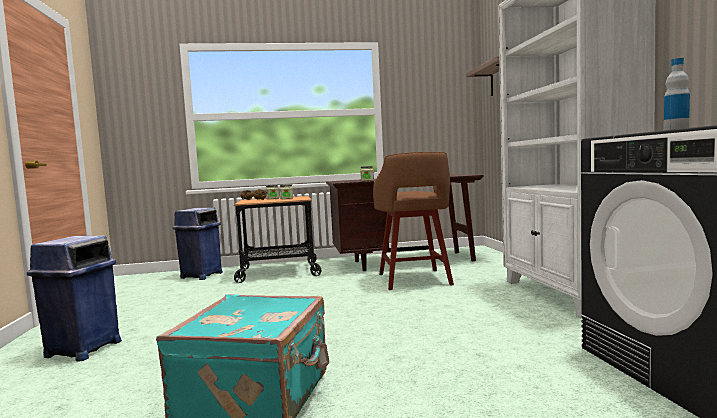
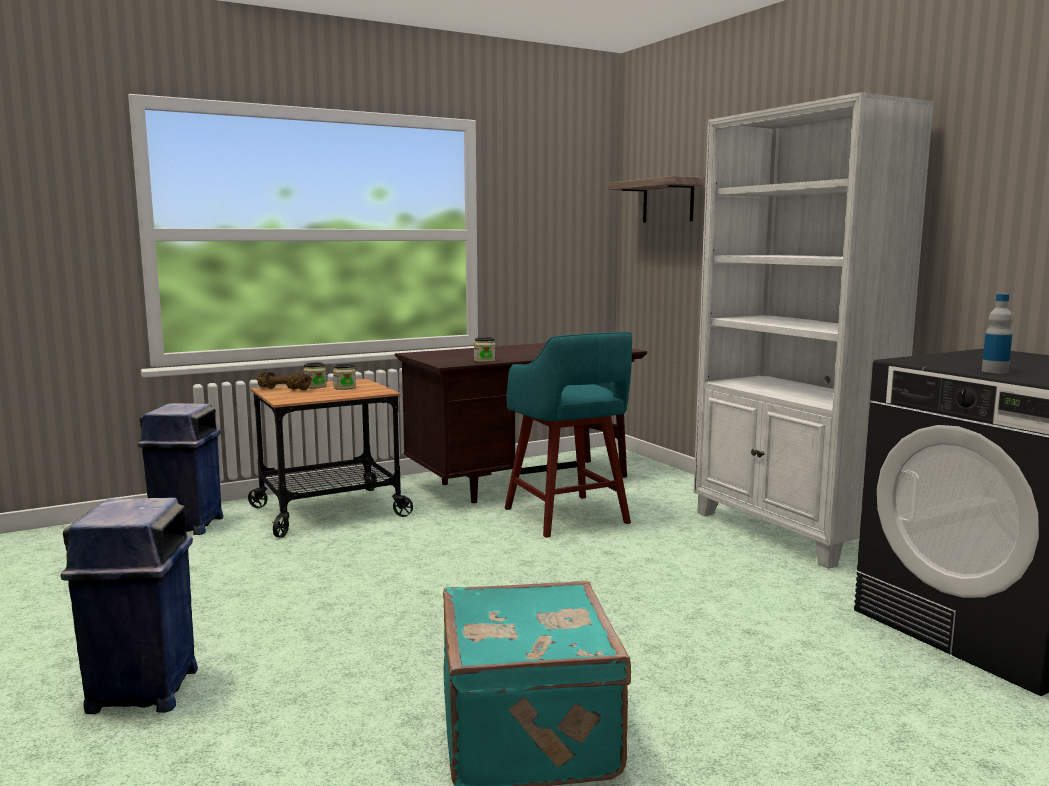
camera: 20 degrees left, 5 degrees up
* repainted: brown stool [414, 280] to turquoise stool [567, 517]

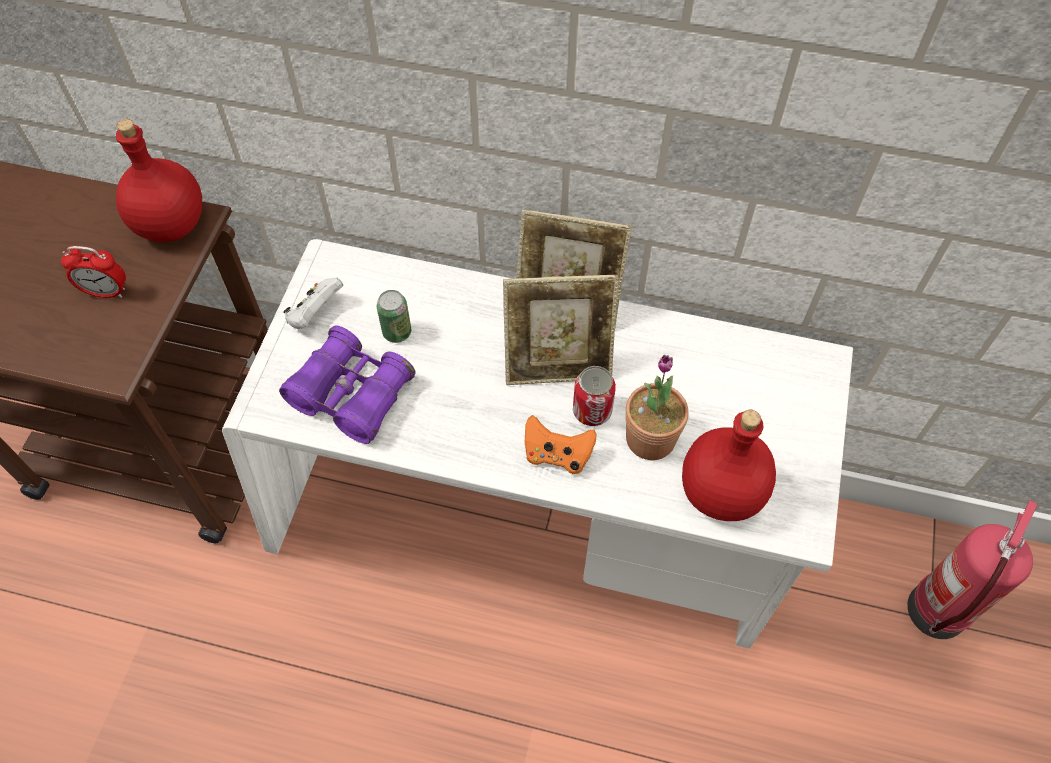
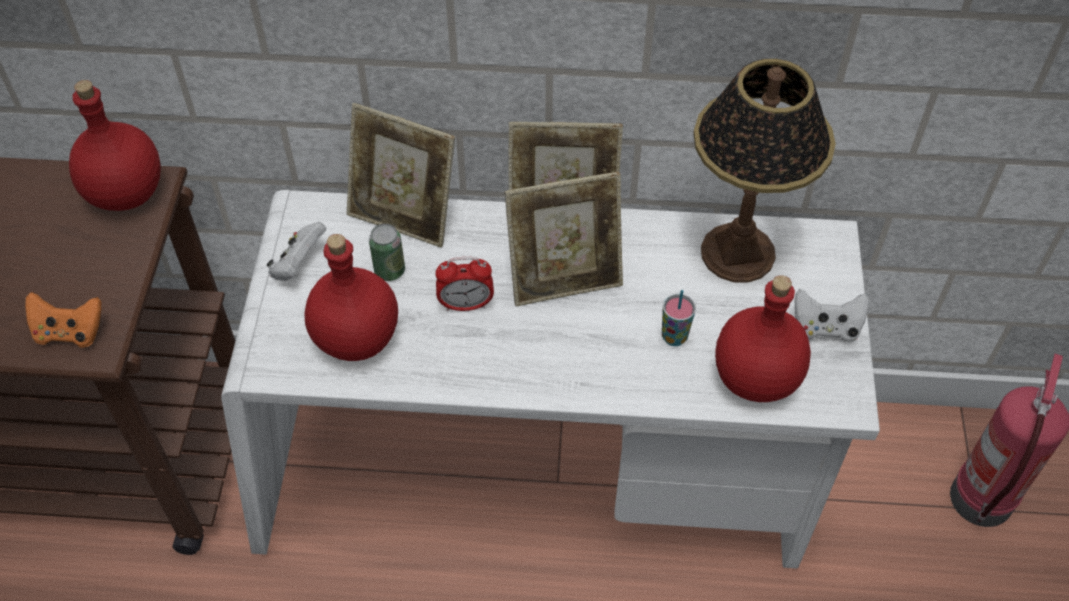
camera: 10 degrees left, 5 degrees down
* gone: can [592, 410]
* new: picture frame [404, 217]
* new: table lamp [738, 252]
* new: white game controller [826, 328]
* shifted: alarm clock [106, 292] to [466, 305]
* shifted: orange game controller [557, 455] to [70, 332]
* swapped: purple binoculars [351, 395] to red bottle [355, 339]
* swapped: potted plant [650, 439] to cup [674, 337]

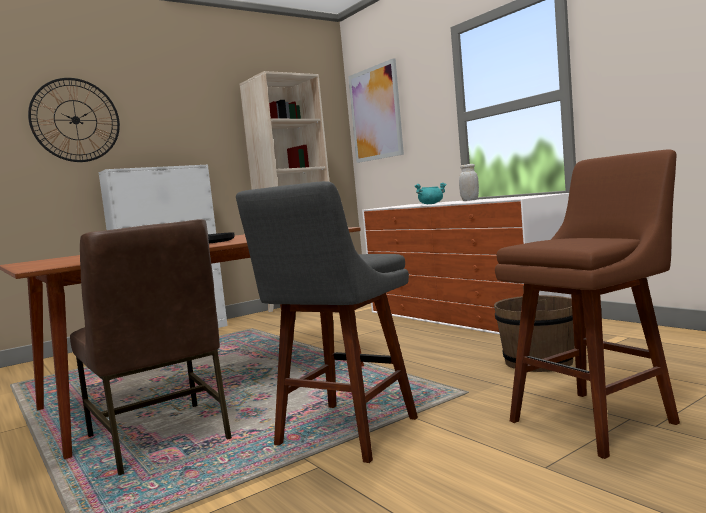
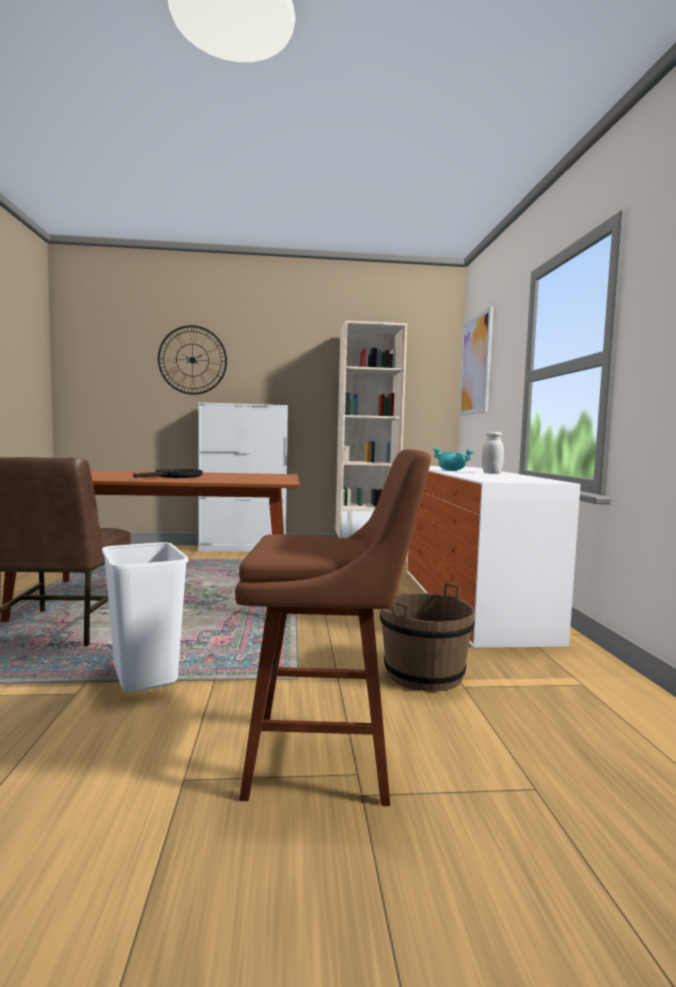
camera: 30 degrees right, 0 degrees up
* swapped: grey stool [343, 434] to white trash can [143, 675]

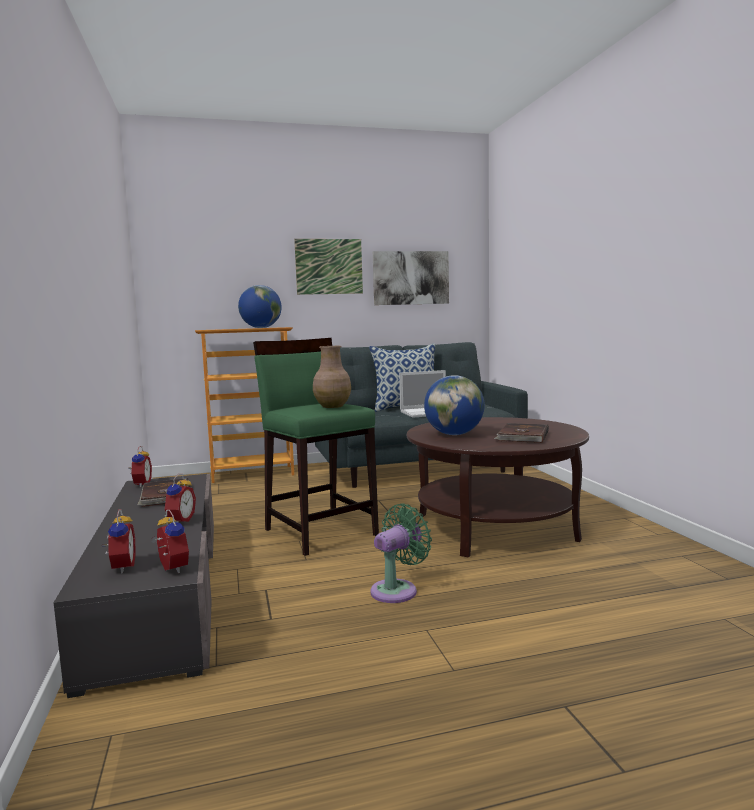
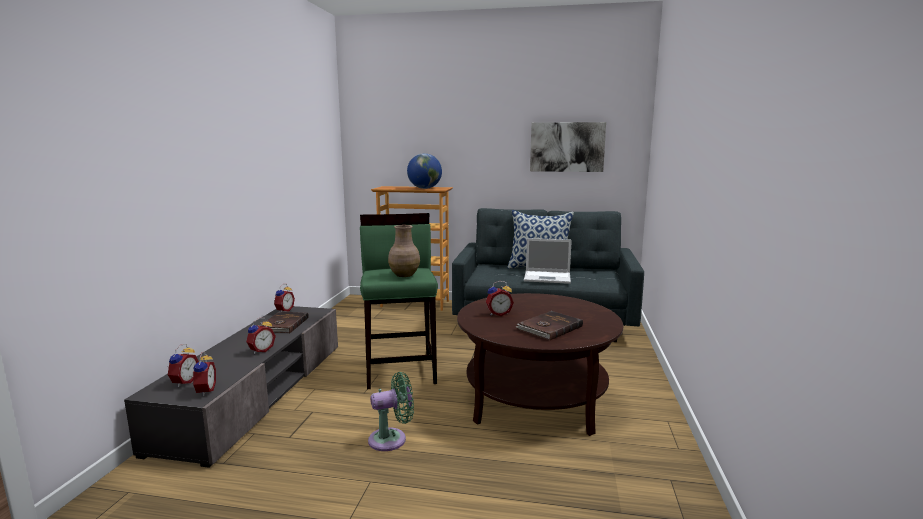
camera: 25 degrees right, 5 degrees up
* gone: picture [329, 266]
* swapped: globe [454, 434] to alarm clock [498, 314]

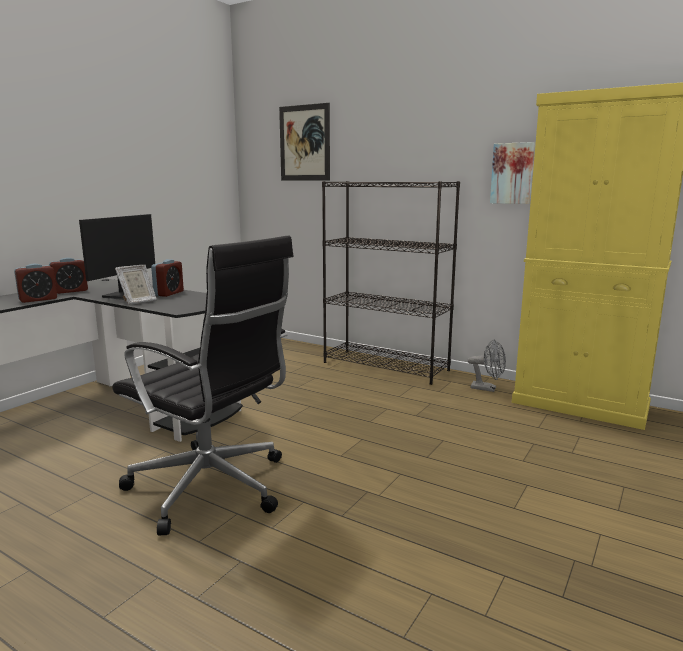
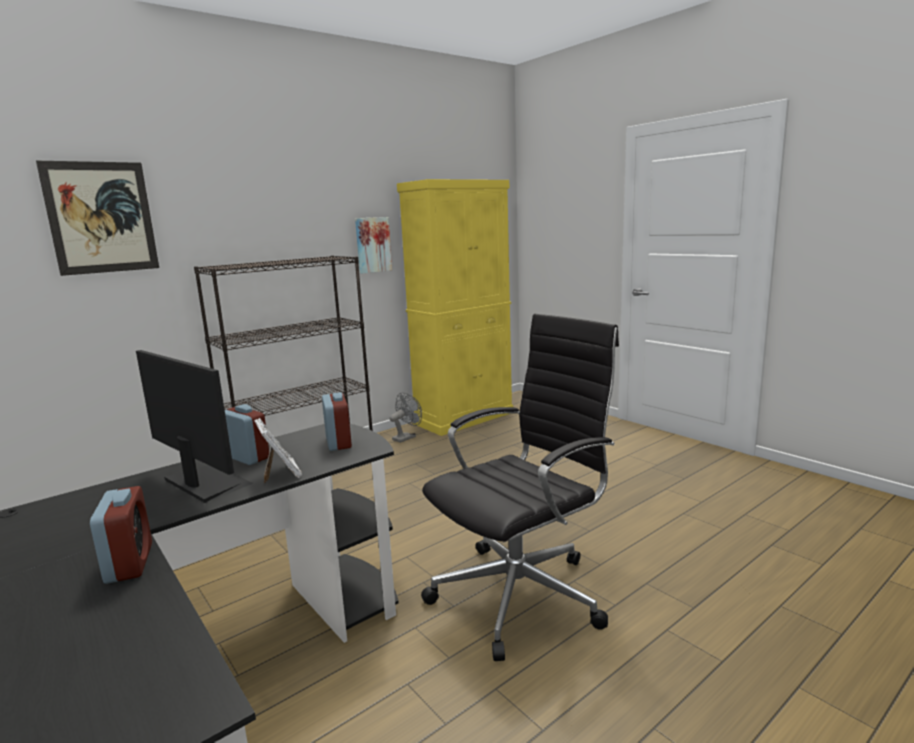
camera: 70 degrees left, 0 degrees up
* shifted: alarm clock [70, 291] to [338, 442]

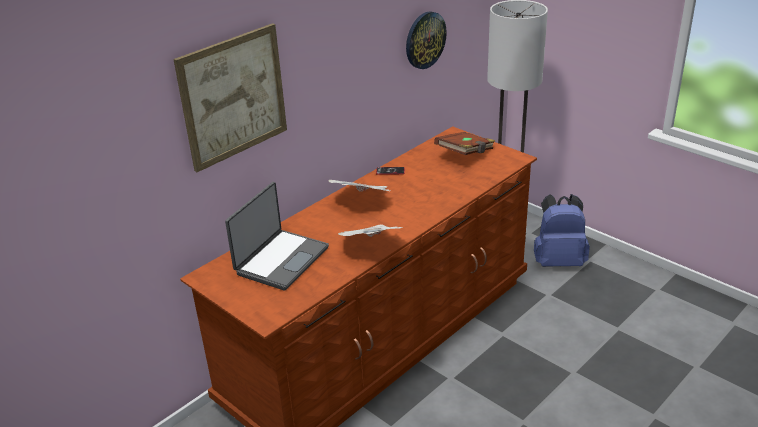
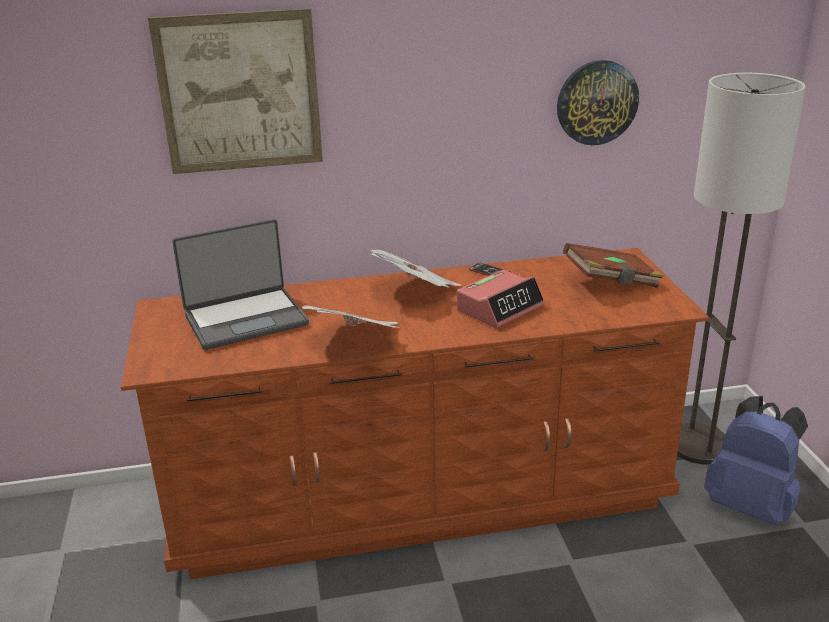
camera: 35 degrees right, 5 degrees down
* new: alarm clock [500, 308]

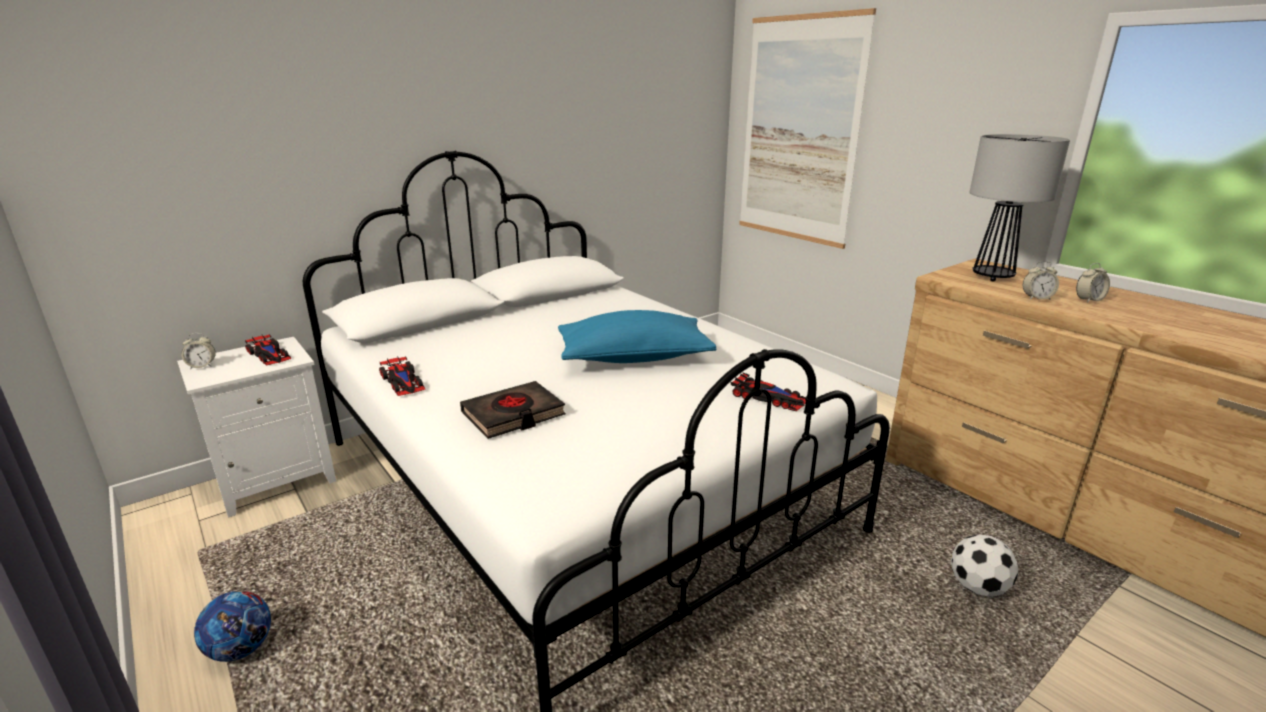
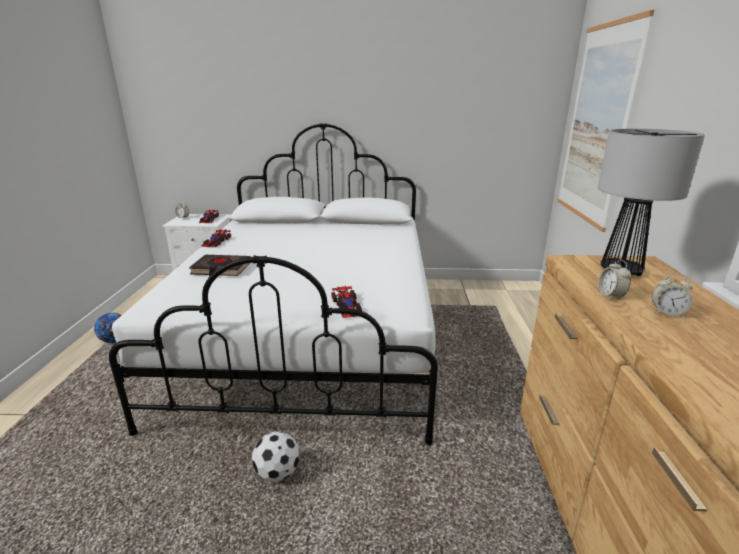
camera: 40 degrees right, 0 degrees up
* gone: blue pillow [634, 358]
* shifted: football [977, 588] to [277, 473]
* rotated: alarm clock [1036, 298] = [610, 296] 45 degrees clockwise

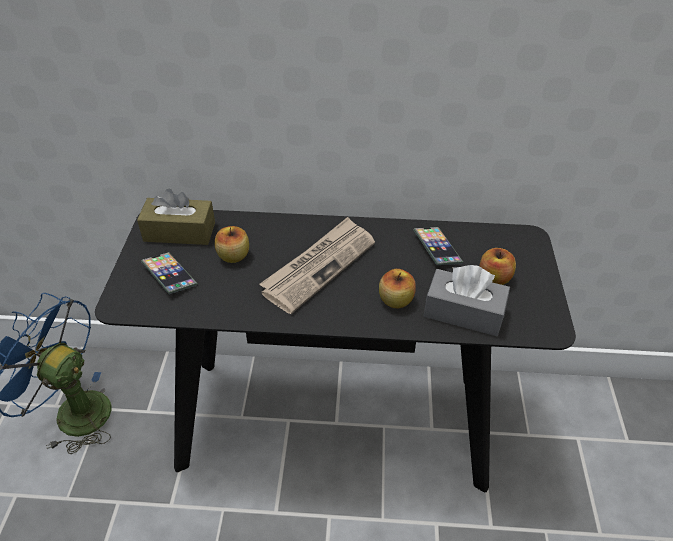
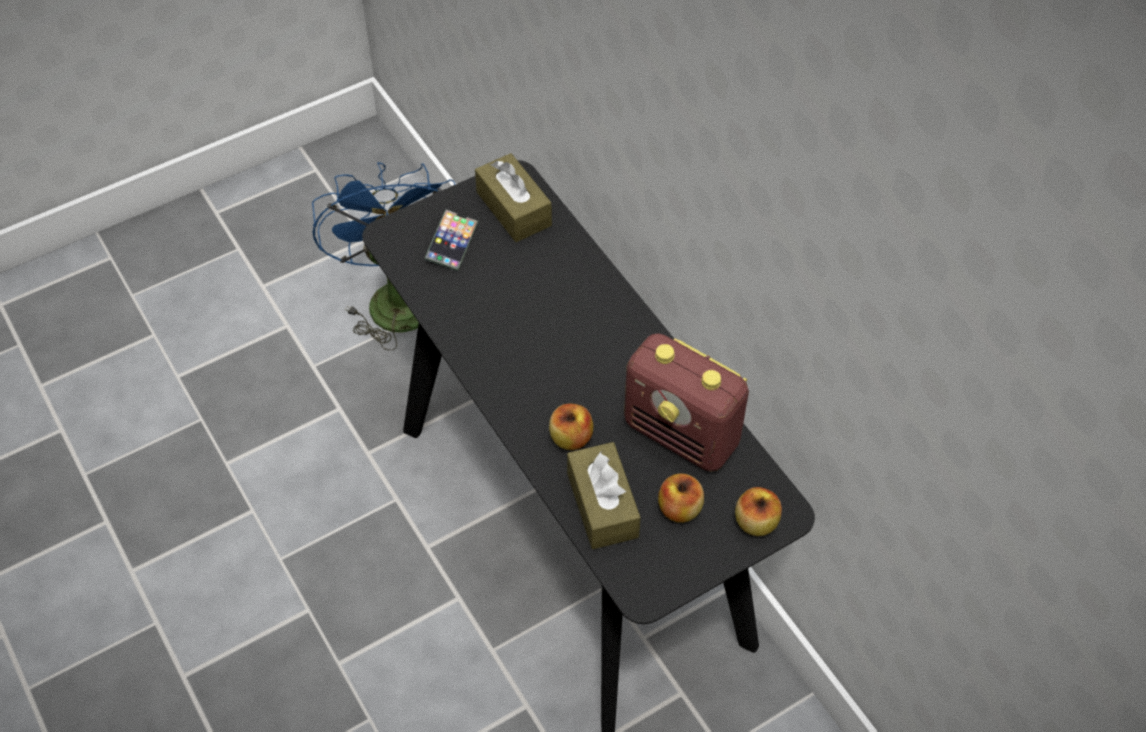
camera: 55 degrees right, 10 degrees up
* gone: newspaper [319, 266]
* shifted: apple [233, 256] to [755, 522]
* swapped: phone [437, 249] to radio [682, 434]
* repainted: grey tissue box [463, 313] to brown tissue box [602, 505]

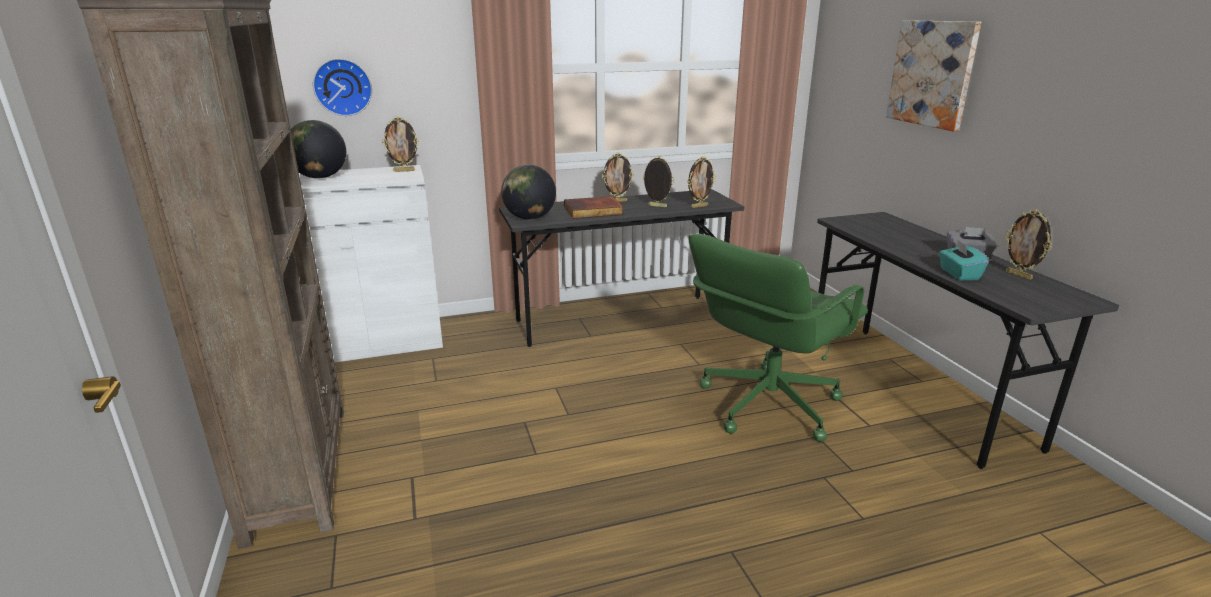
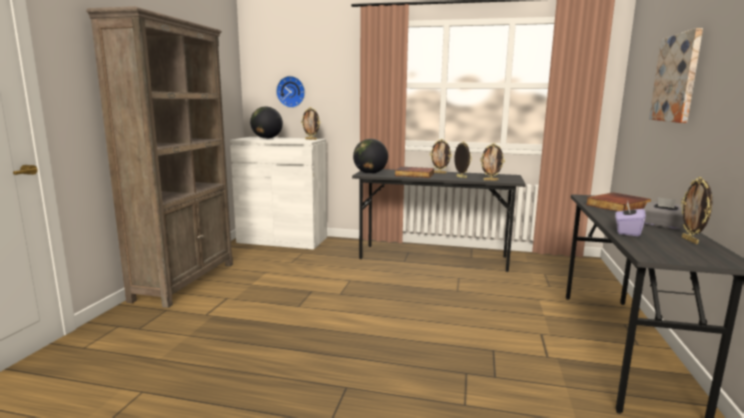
camera: 30 degrees right, 10 degrees down
* gone: green office chair [767, 404]
* new: book [616, 205]
* repainted: turquoise tissue box [958, 274] to purple tissue box [627, 231]

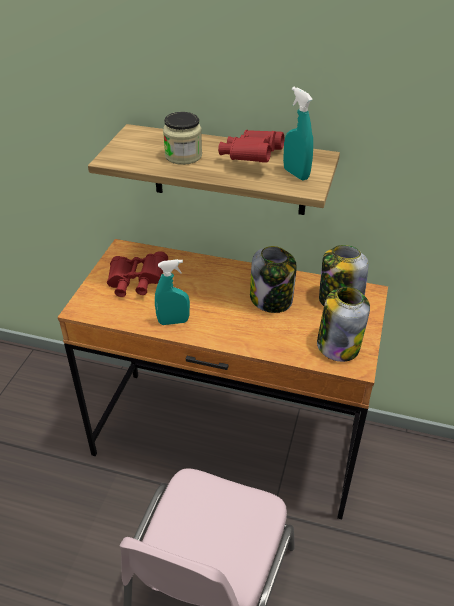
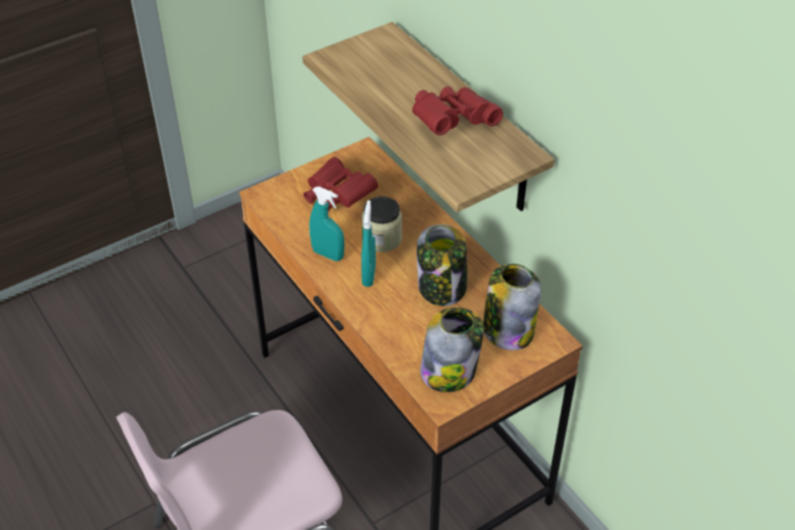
camera: 40 degrees right, 5 degrees up
* shifted: jar [183, 156] to [382, 239]
* shifted: turquoise spray bottle [296, 174] to [369, 275]

